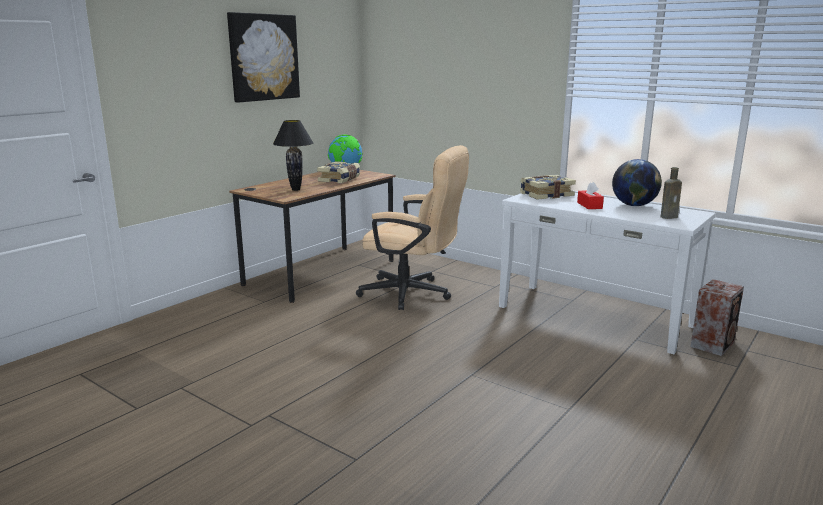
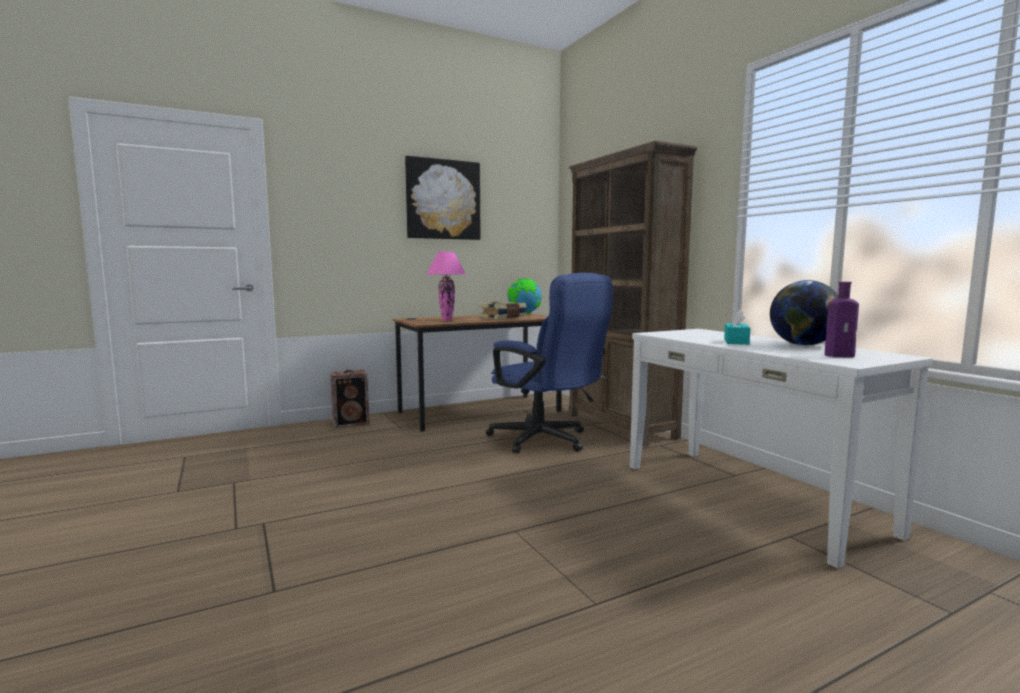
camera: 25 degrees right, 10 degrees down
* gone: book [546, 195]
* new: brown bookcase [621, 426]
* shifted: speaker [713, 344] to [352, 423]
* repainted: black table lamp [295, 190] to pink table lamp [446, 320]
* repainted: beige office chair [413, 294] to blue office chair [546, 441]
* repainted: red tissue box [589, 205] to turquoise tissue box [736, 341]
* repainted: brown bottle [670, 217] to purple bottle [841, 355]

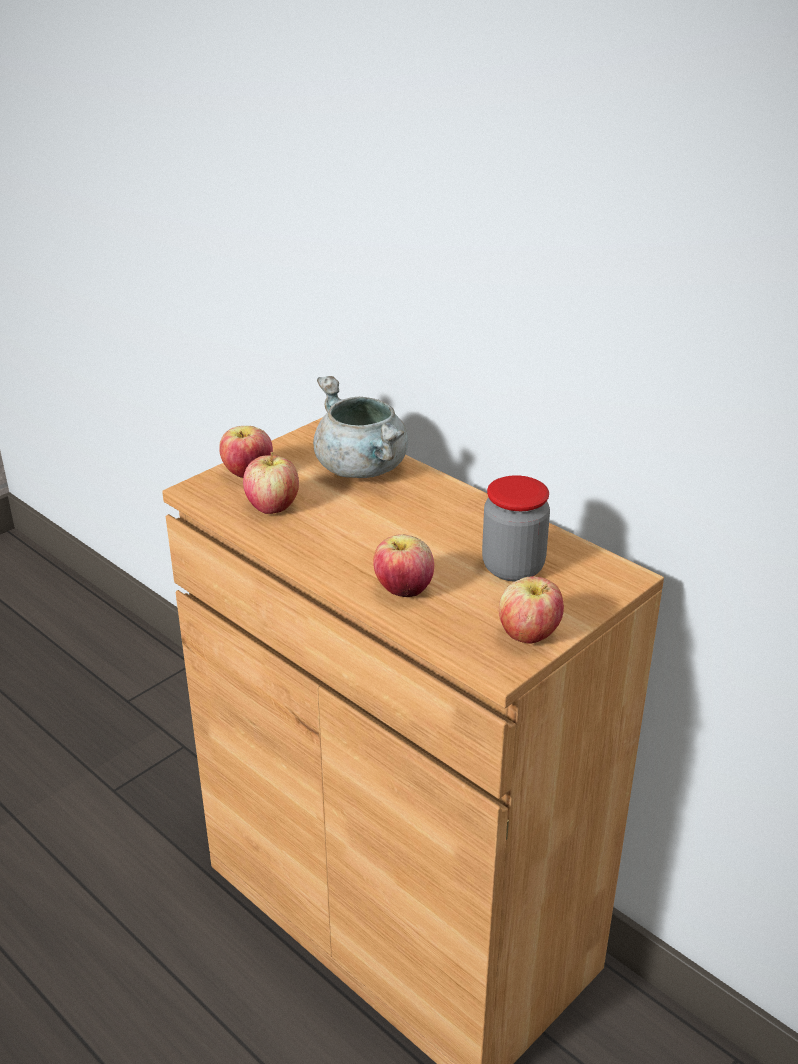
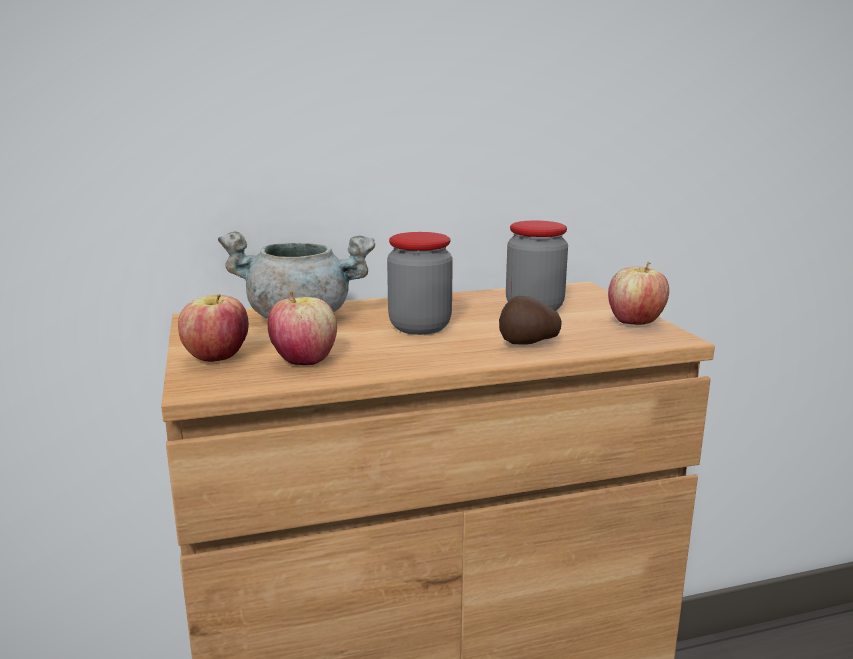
camera: 60 degrees left, 15 degrees down
* new: jar [420, 327]
* swapped: apple [403, 590] to potato [527, 343]

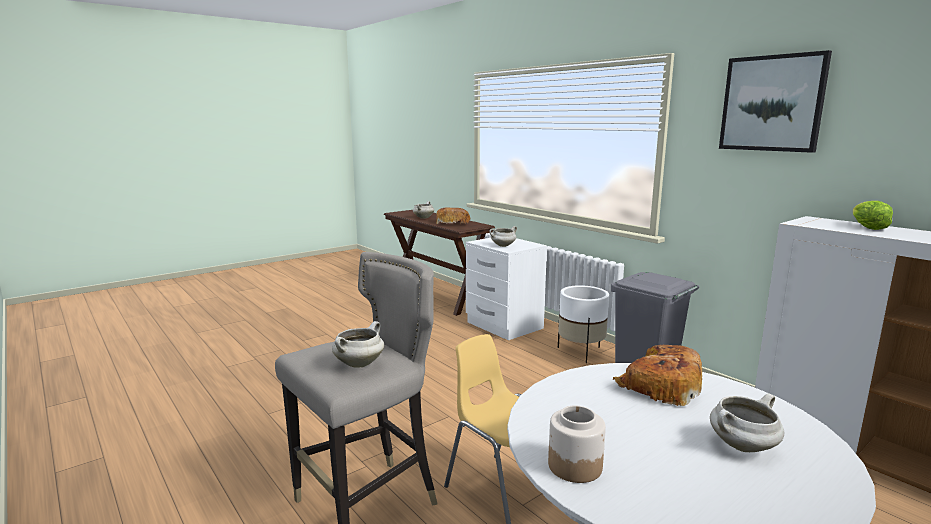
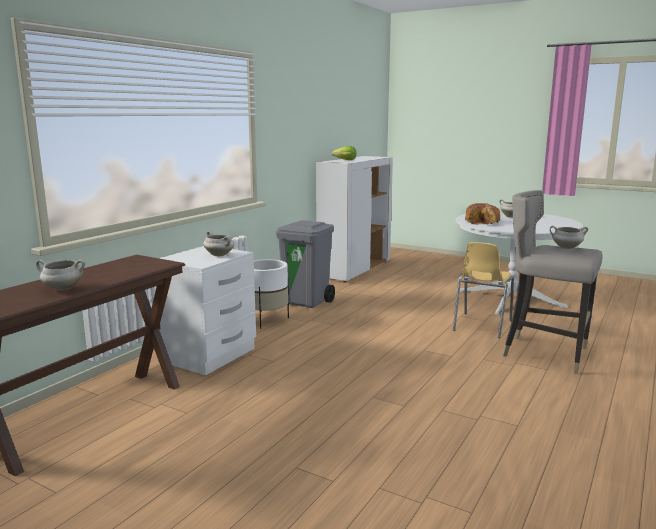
camera: 110 degrees left, 0 degrees up
* gone: bread [452, 223]
* gone: jar [574, 466]
* gone: picture [772, 103]

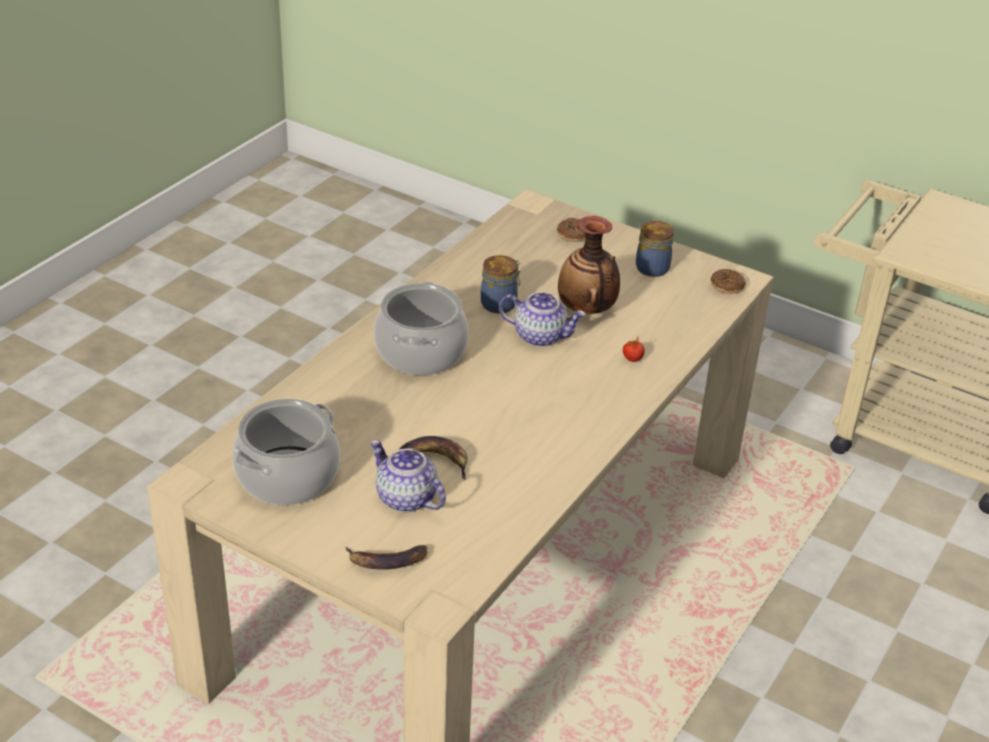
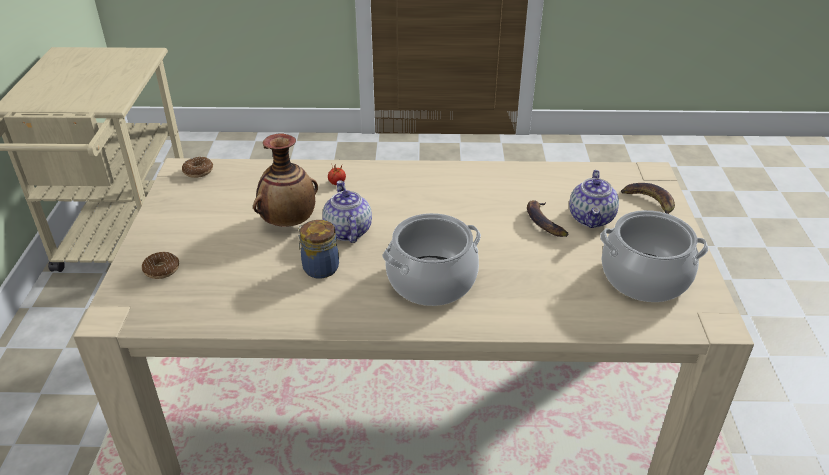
camera: 120 degrees left, 0 degrees up
* gone: jar [651, 267]

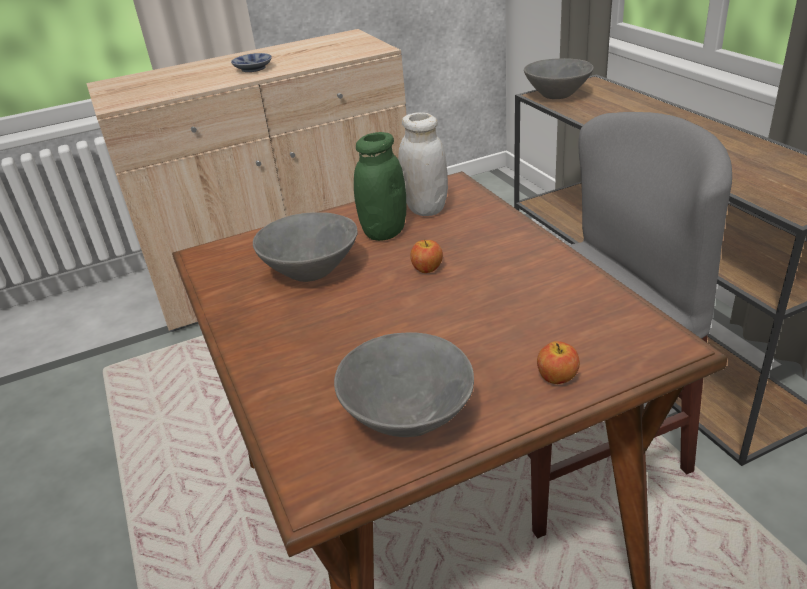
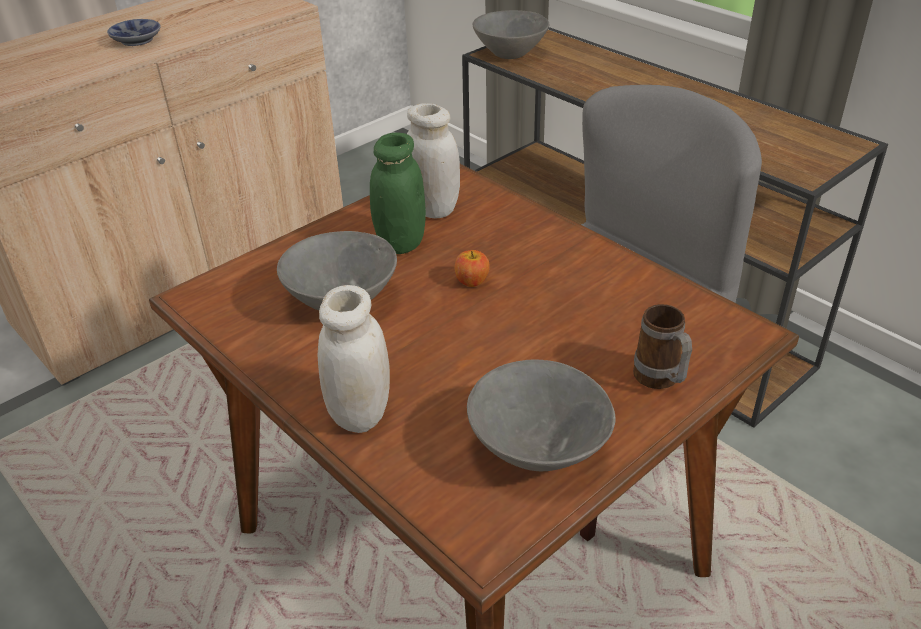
camera: 20 degrees left, 5 degrees up
* new: white jar [360, 413]
* swapped: apple [557, 377] to mug [660, 381]

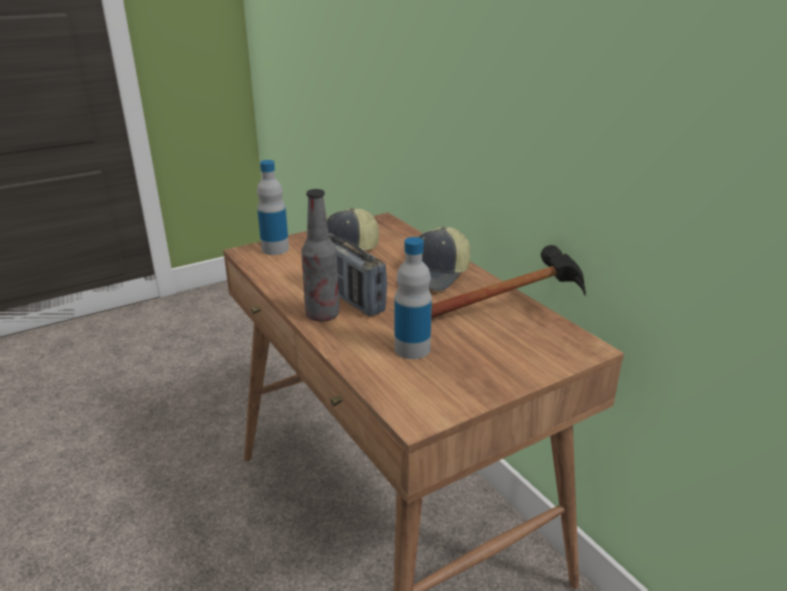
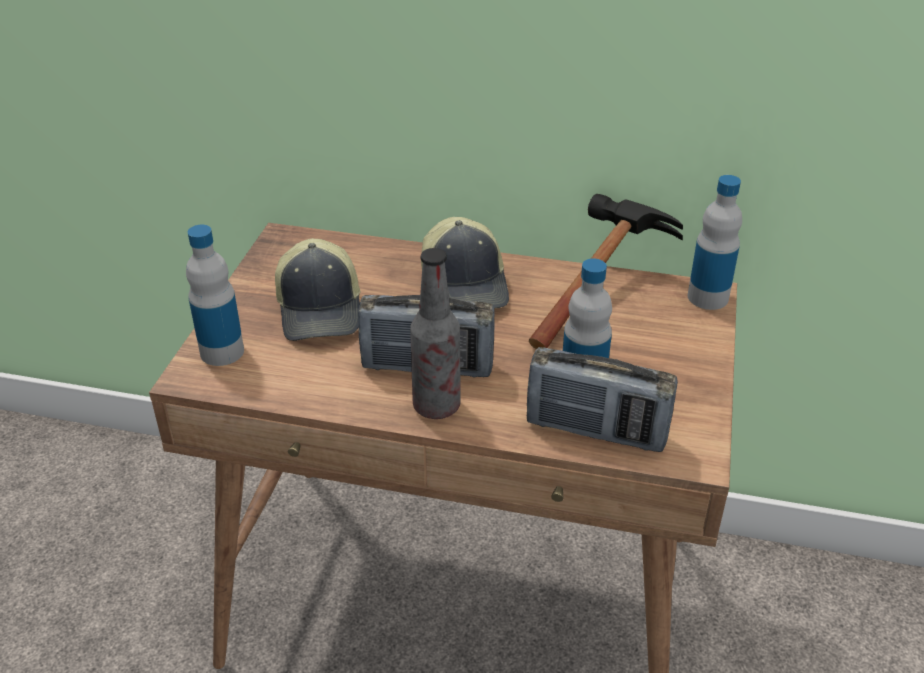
camera: 45 degrees left, 10 degrees up
* new: radio [596, 430]
* new: bottle [708, 297]

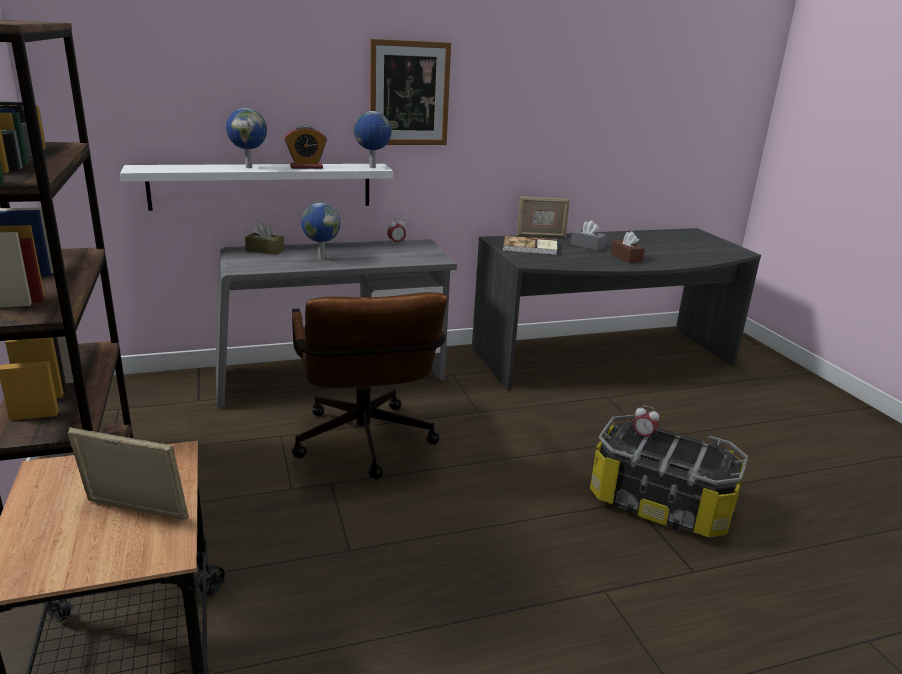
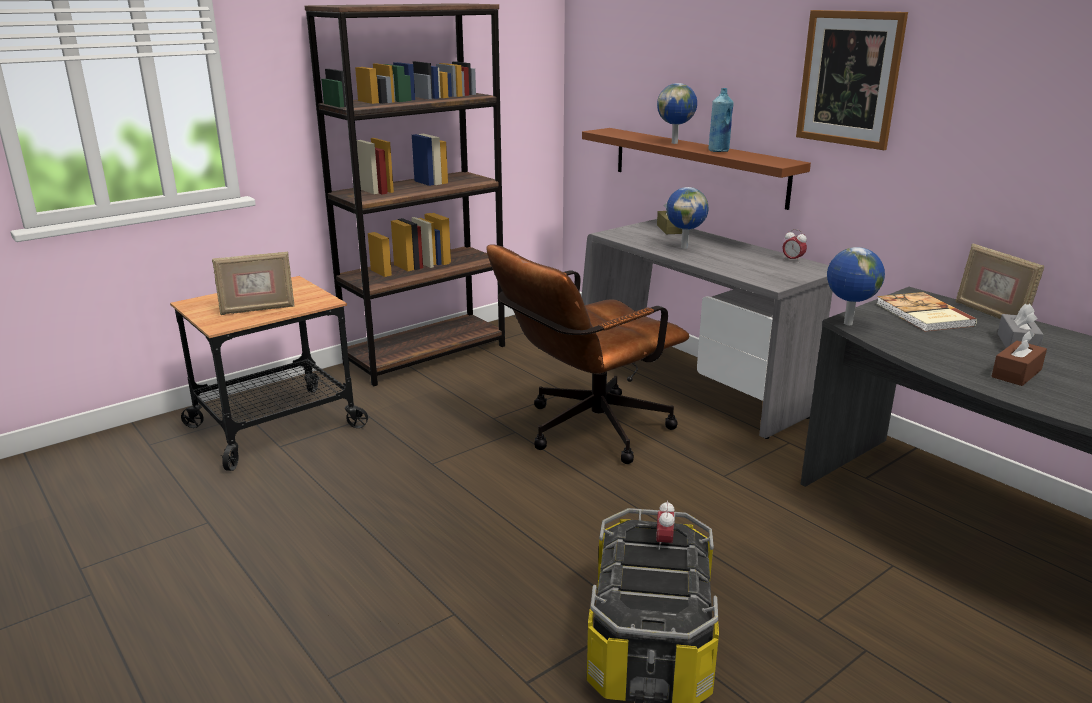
camera: 70 degrees right, 0 degrees up
* shifted: globe [372, 167] to [847, 323]
* swapped: alarm clock [306, 167] to blue bottle [718, 151]
* repainted: white shelf [262, 186] to brown shelf [697, 166]
* rotated: picture frame [135, 512] = [257, 309] 75 degrees clockwise

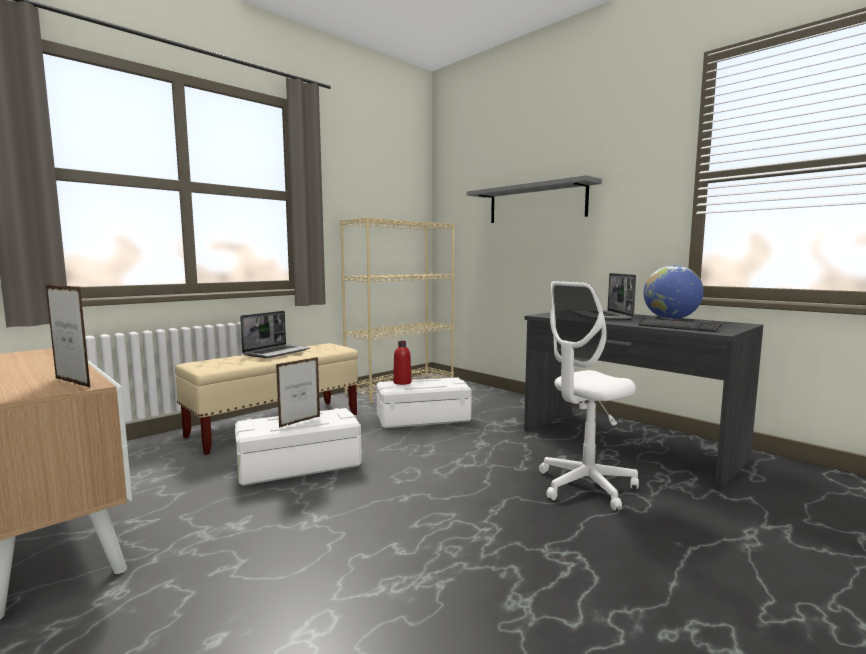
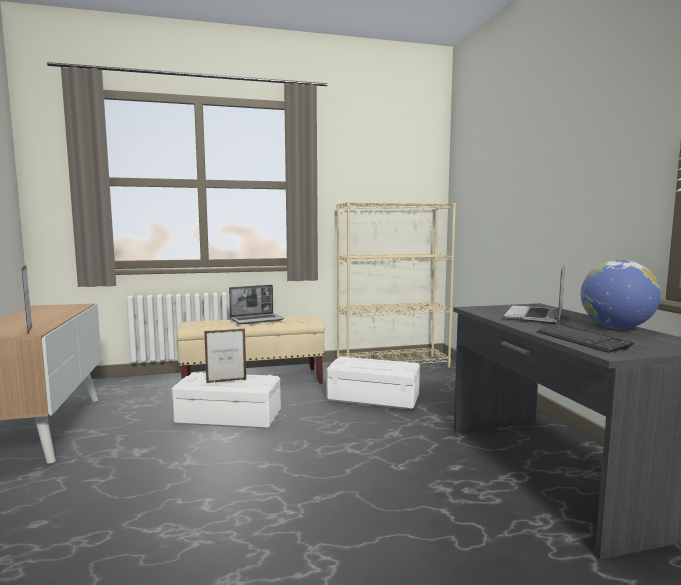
camera: 30 degrees right, 0 degrees up
* gone: red bottle [402, 382]
* gone: grey shelf [536, 203]
* gone: white office chair [585, 486]

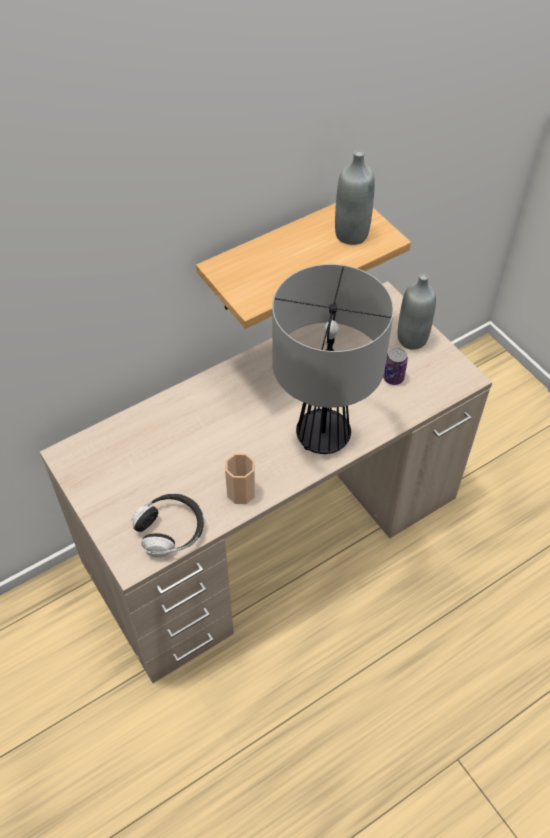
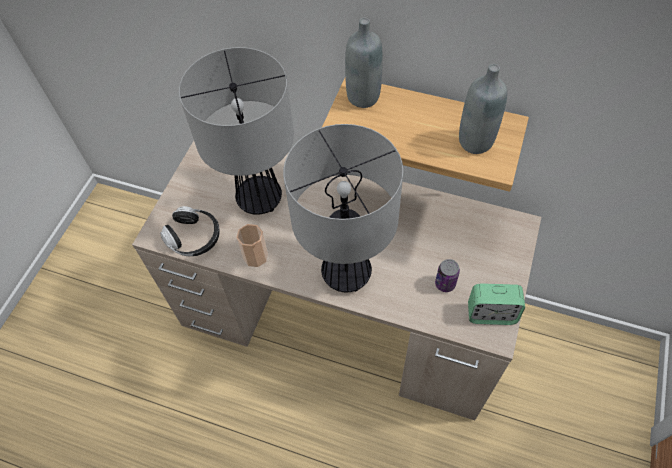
camera: 55 degrees right, 5 degrees up
* new: table lamp [260, 199]
* new: alarm clock [491, 314]
* shifted: grey bottle [412, 339] to [363, 97]

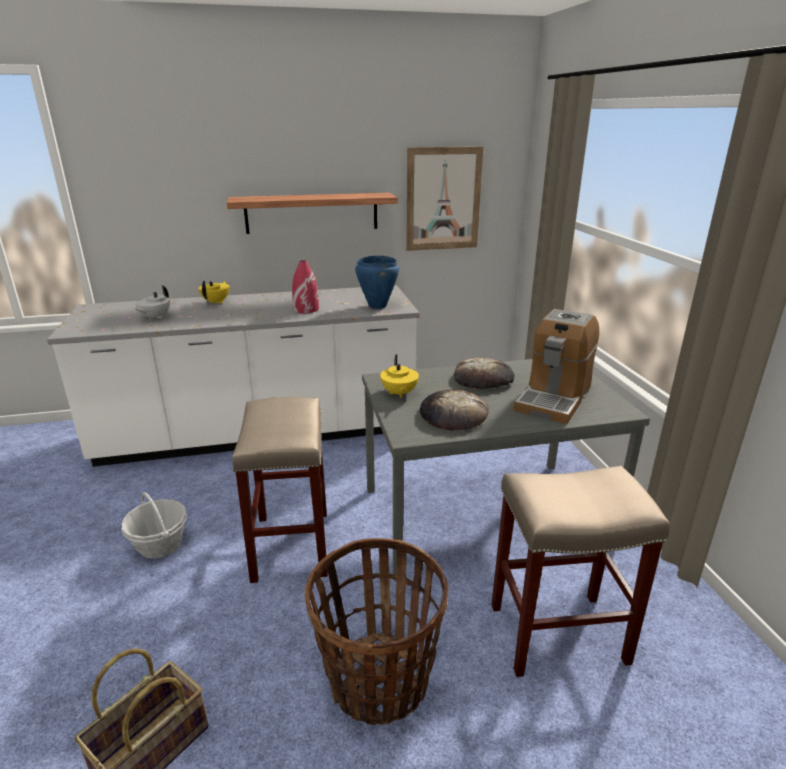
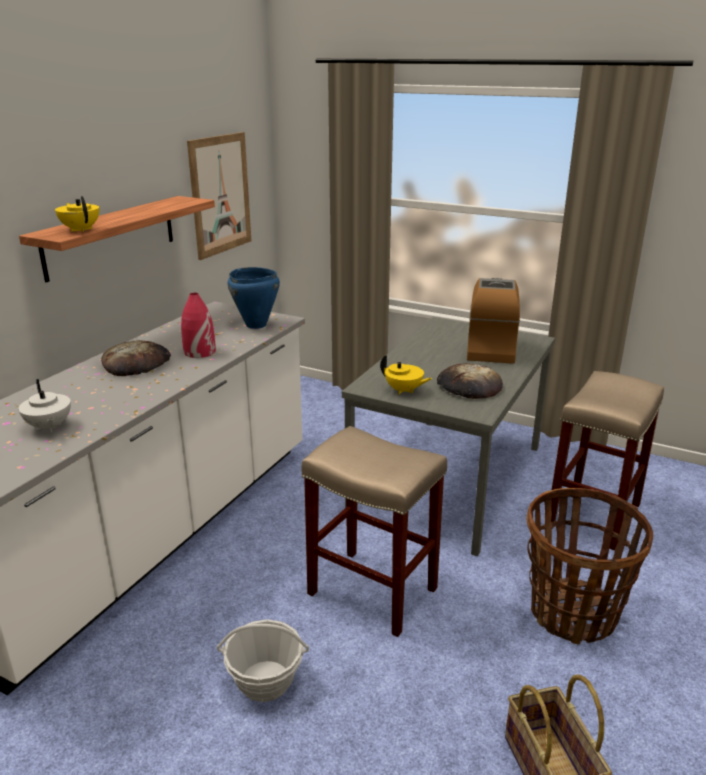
camera: 50 degrees left, 0 degrees up
* shifted: yellow teapot [216, 302] to [81, 230]
* shifted: bread [483, 378] to [136, 363]
* rotated: coffee machine [554, 397] = [490, 348] 150 degrees counterclockwise

